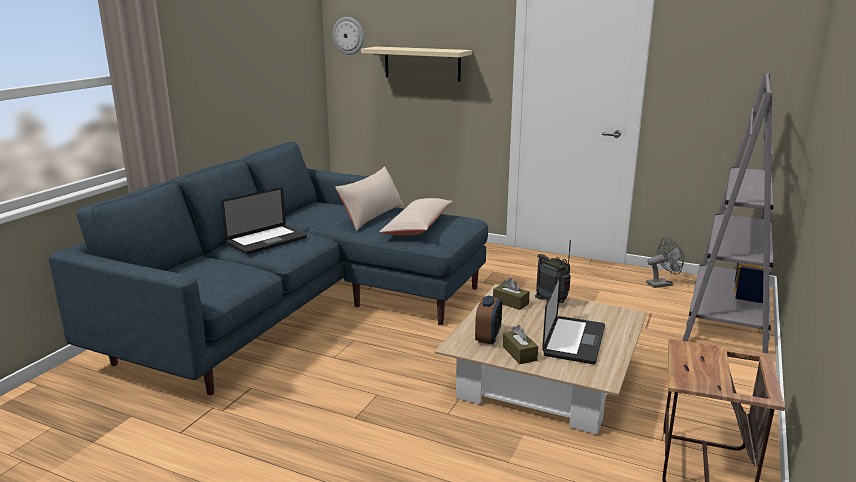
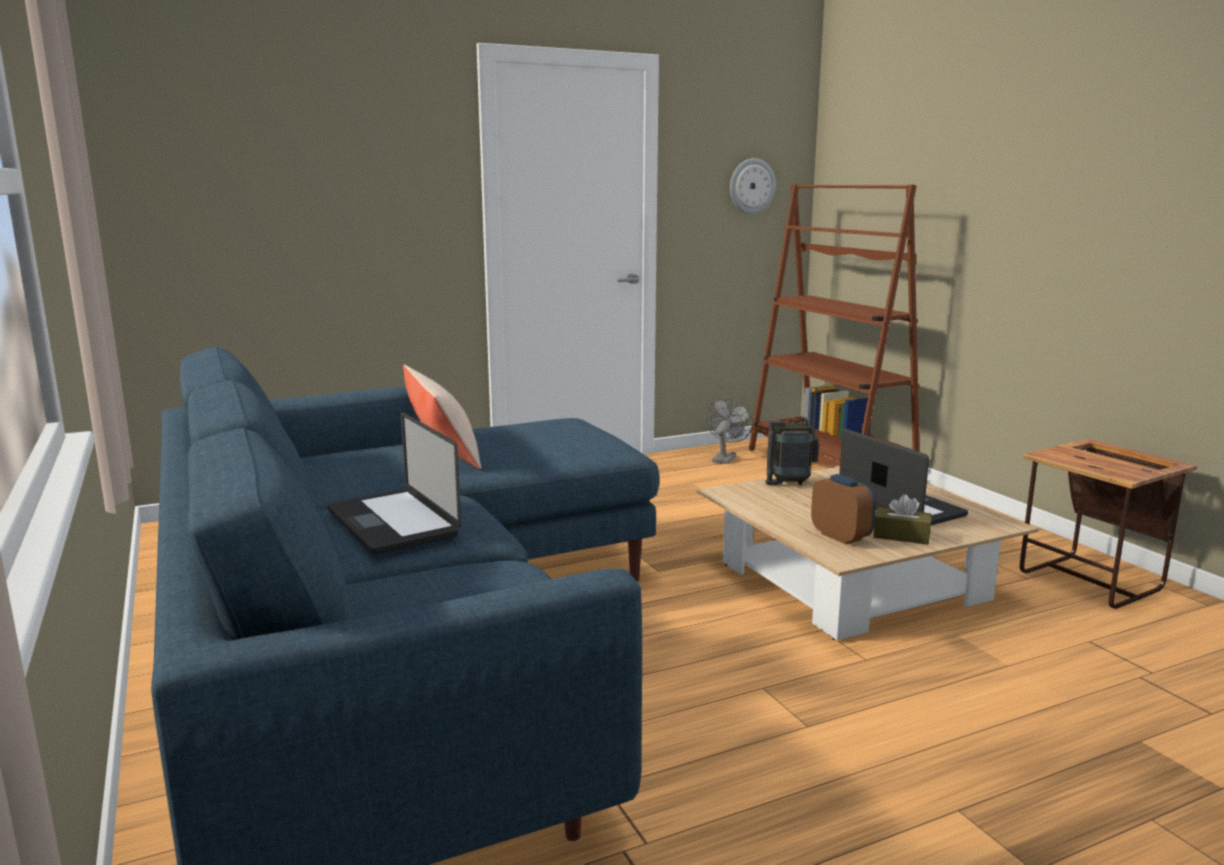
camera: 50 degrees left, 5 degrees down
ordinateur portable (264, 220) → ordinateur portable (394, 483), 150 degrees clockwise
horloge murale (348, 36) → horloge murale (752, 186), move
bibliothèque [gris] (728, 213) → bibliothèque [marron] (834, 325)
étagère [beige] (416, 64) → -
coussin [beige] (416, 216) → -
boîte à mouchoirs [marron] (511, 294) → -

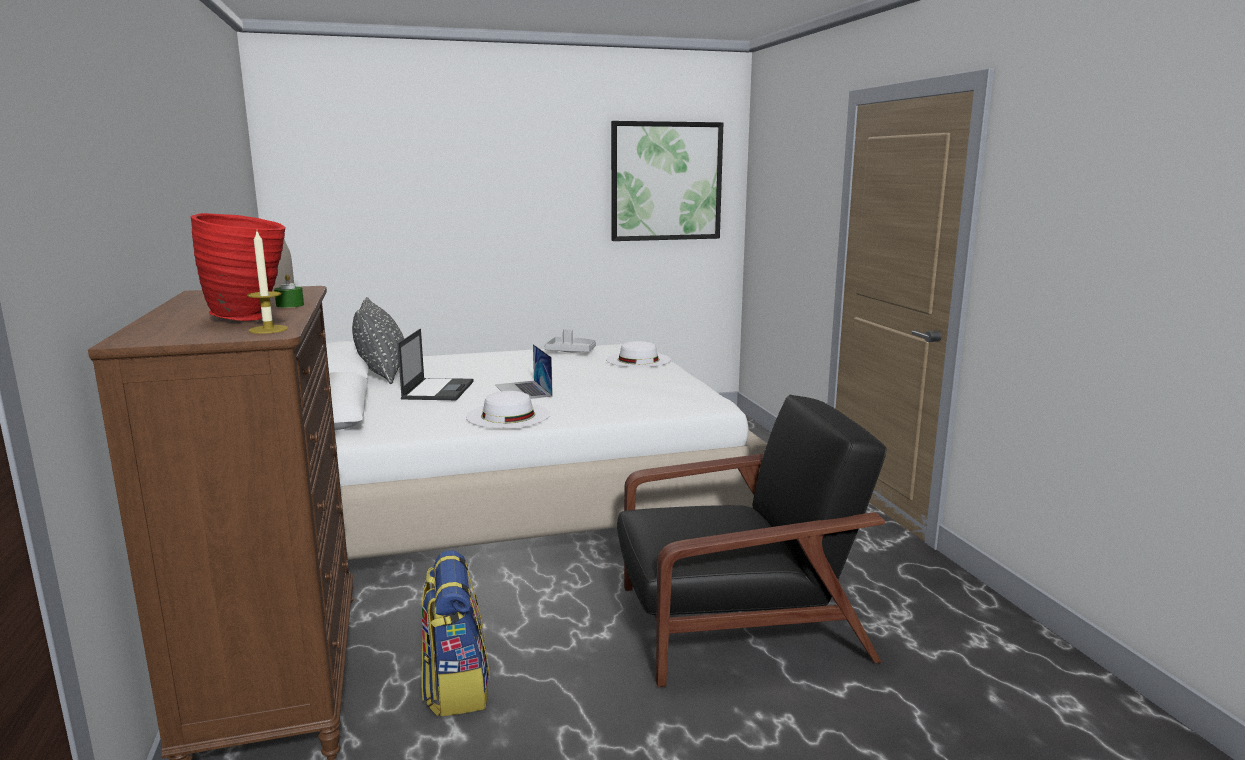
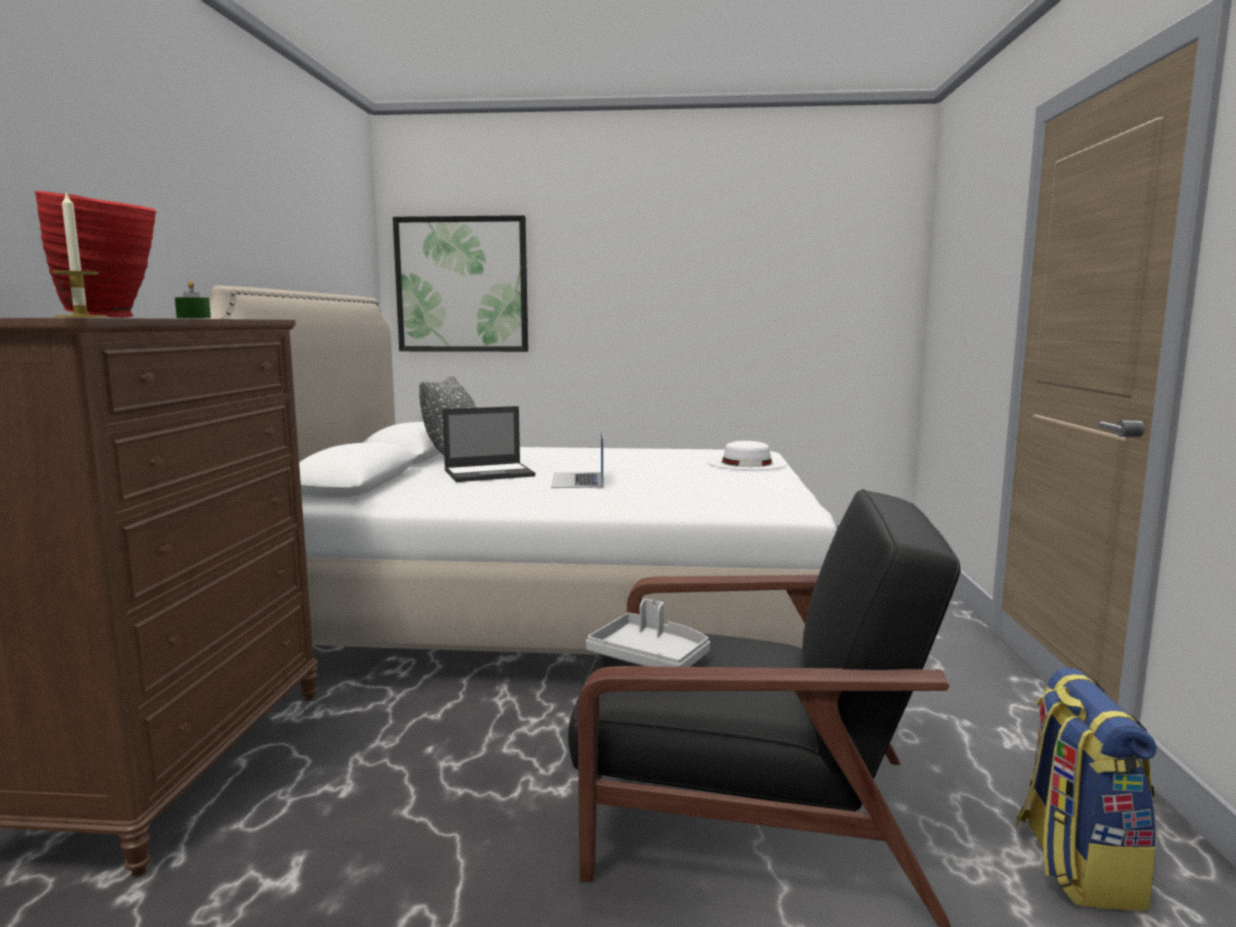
camera: 20 degrees right, 5 degrees down
tableau (667, 181) → tableau (460, 283), move
ordinateur portable (435, 364) → ordinateur portable (489, 444), 45 degrees clockwise
plateau [gris] (570, 340) → plateau [gris] (648, 633), move
sac à dos (455, 633) → sac à dos (1085, 789), move
chapeau [blanc] (508, 409) → -

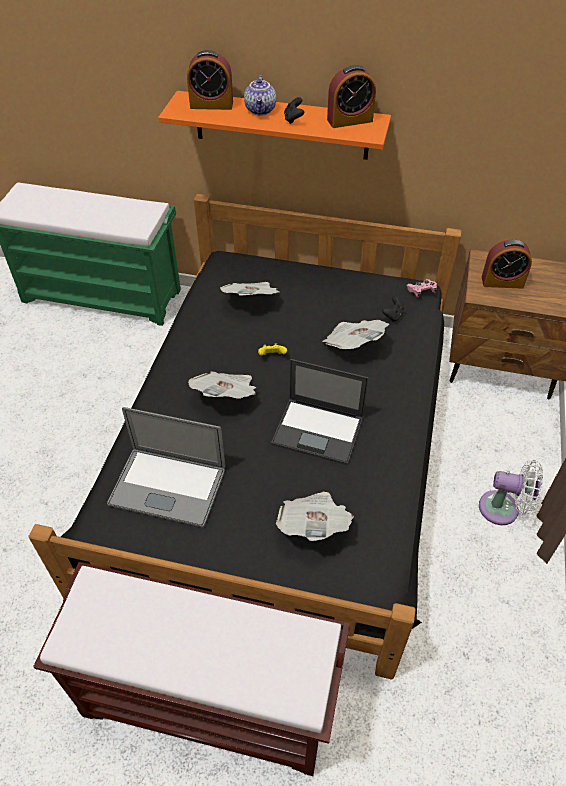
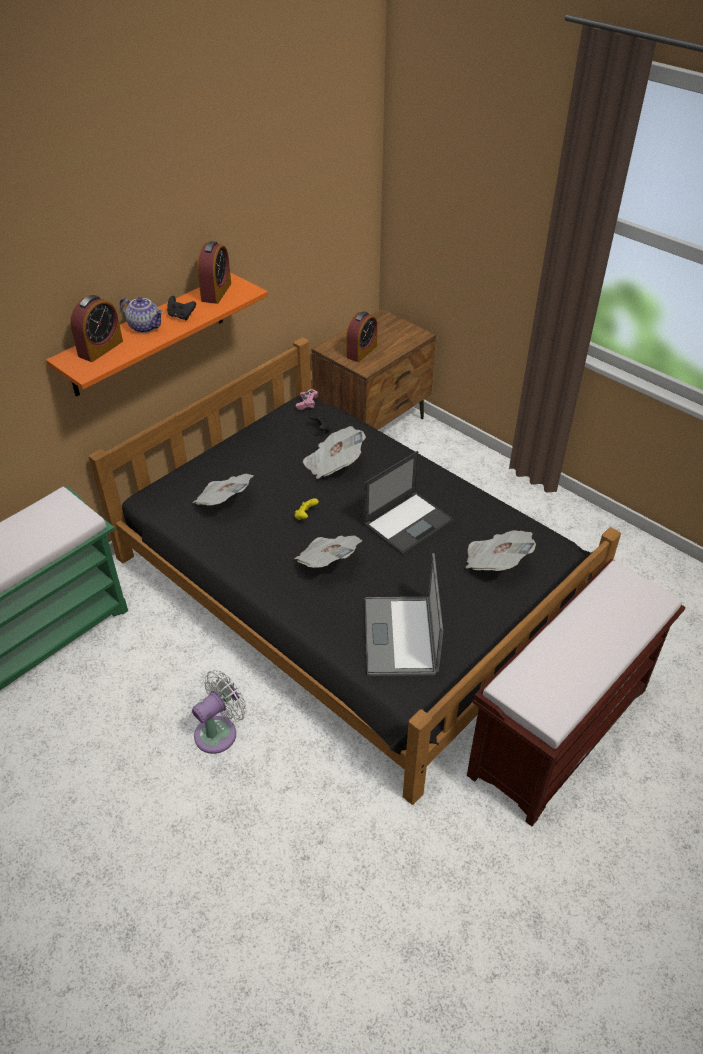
camera: 60 degrees left, 5 degrees down
ventilateur [blanc] (511, 492) → ventilateur [blanc] (219, 712), move
ordinateur portable (166, 467) → ordinateur portable (404, 614), 135 degrees clockwise

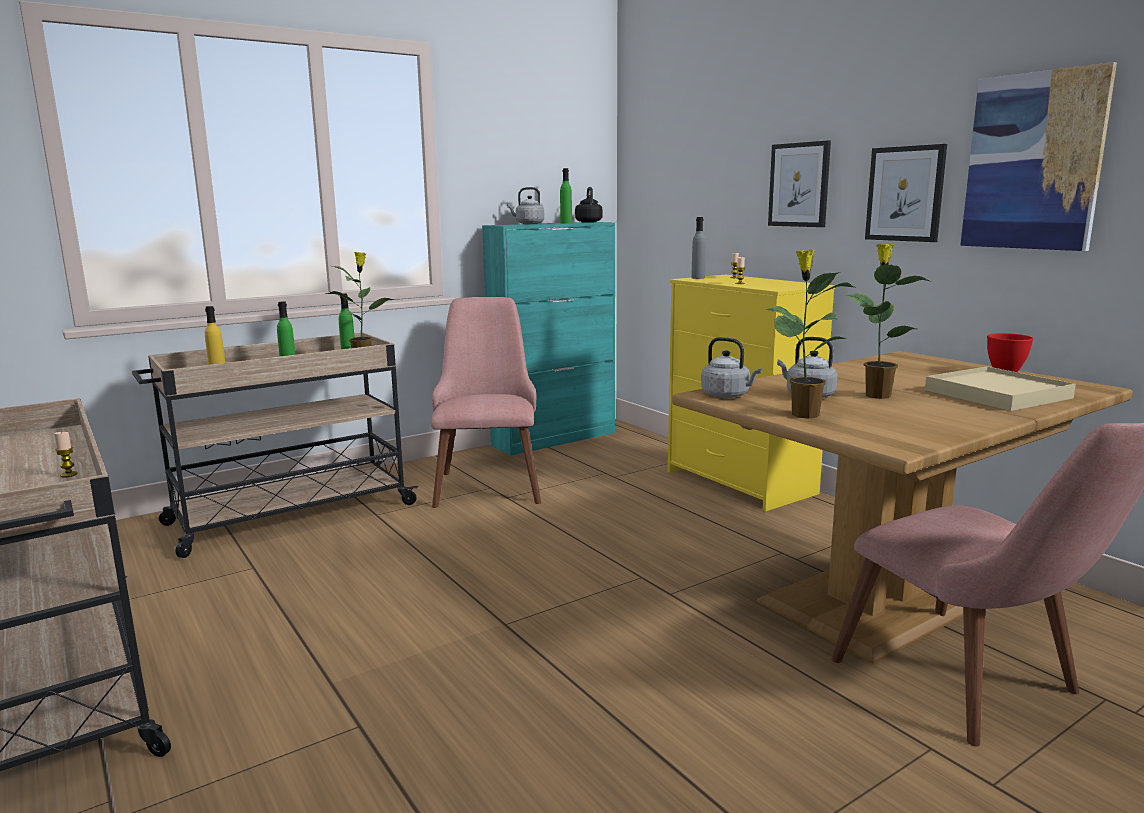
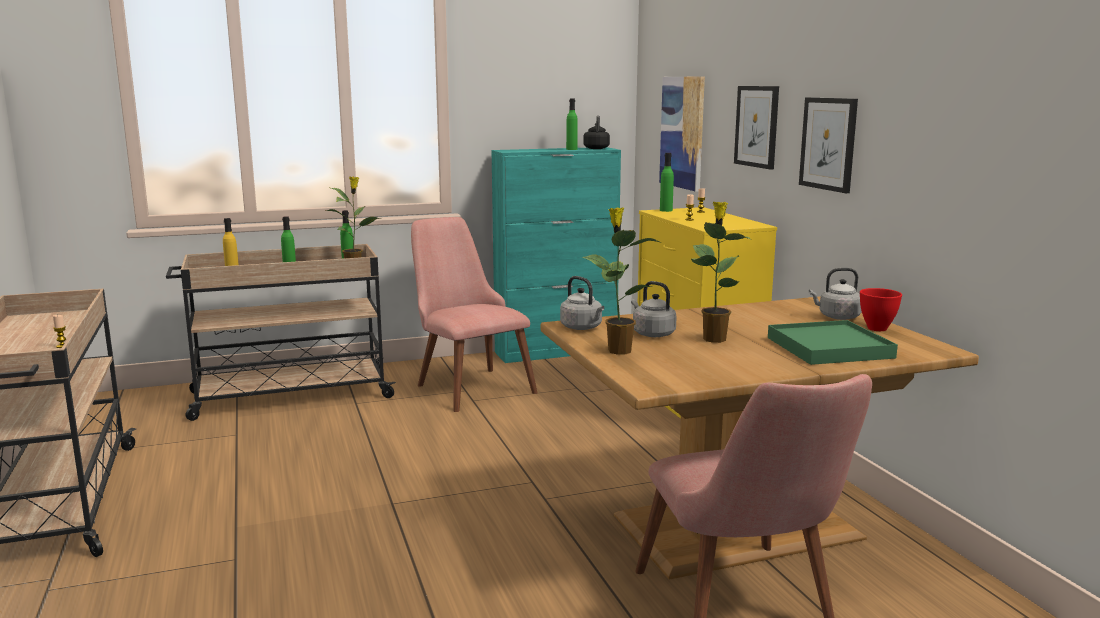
camera: 15 degrees right, 0 degrees up
chaise [rose] (486, 402) → chaise [rose] (474, 314), 45 degrees counterclockwise
tableau (1038, 156) → tableau (682, 134), move
bouteille [gris] (698, 248) → bouteille [vert] (667, 182)
plateau [beige] (1000, 388) → plateau [vert] (833, 342)
bouilloire [gris] (525, 205) → bouilloire [gris] (835, 294), move

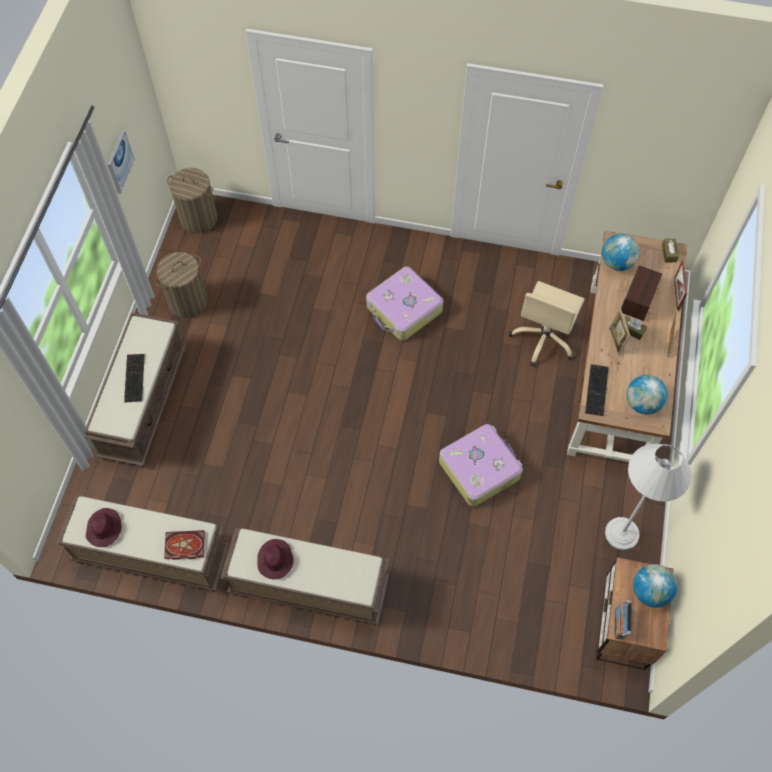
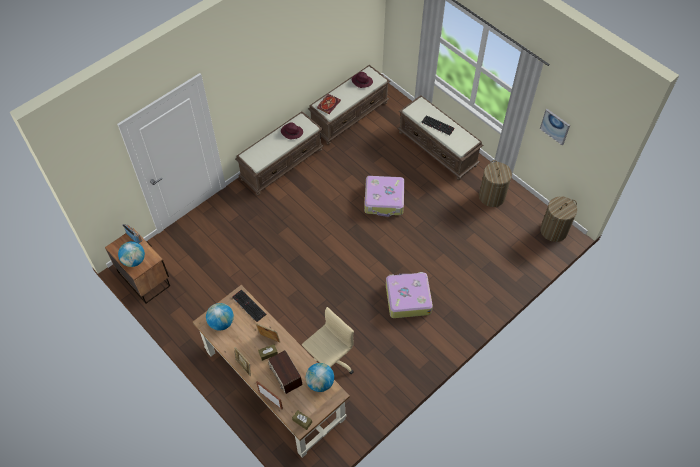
camera: 125 degrees right, 5 degrees down
chaise de bureau [beige] (547, 324) → chaise de bureau [beige] (328, 340), 75 degrees clockwise
valise (481, 465) → valise (384, 196), move
lampadaire [blanc] (648, 497) → -

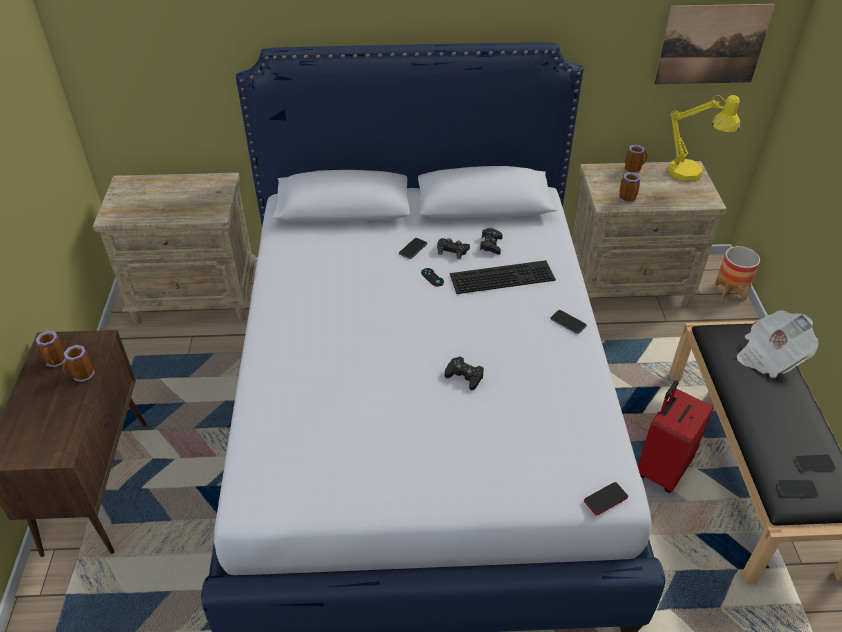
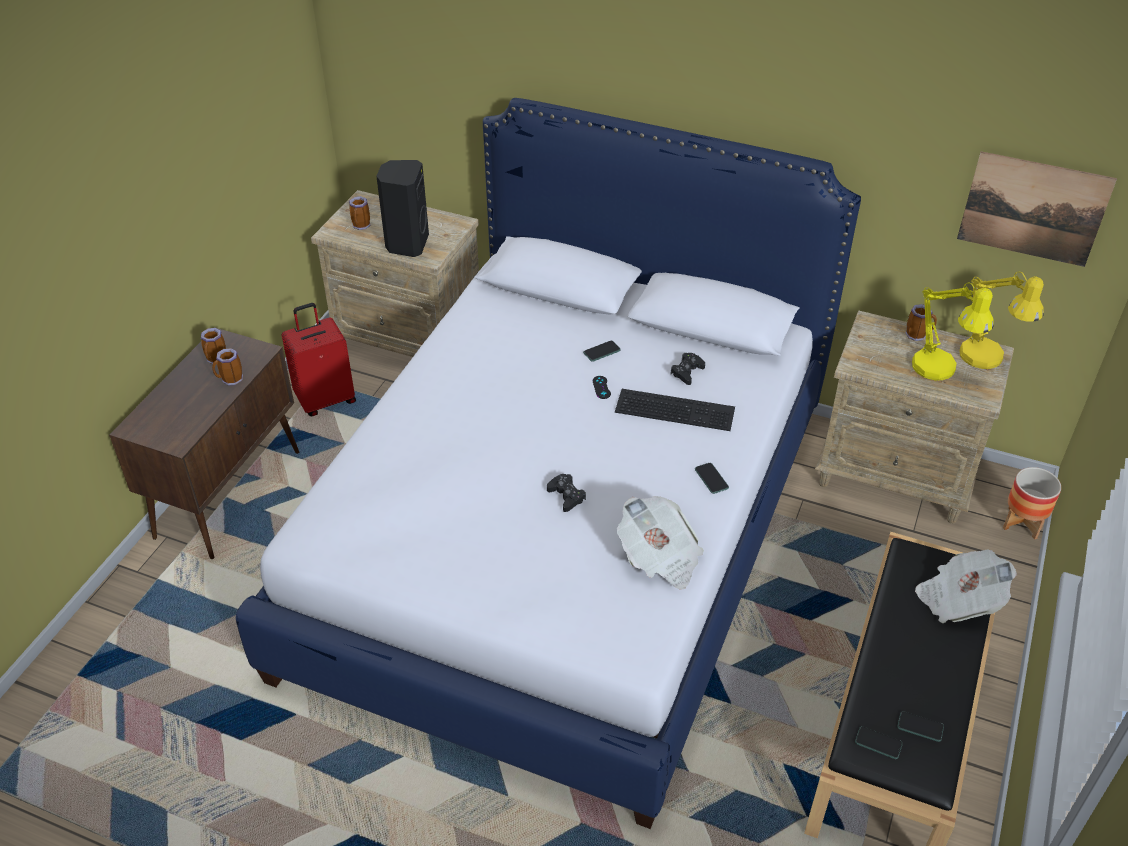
camera: 25 degrees right, 0 degrees up
valise [rouge] (676, 437) → valise [rouge] (319, 359), move
mug (629, 187) → mug (359, 213), move
- → enceinte [noir] (402, 208)
- → journal (660, 543)
- → lampe de table [jaune] (953, 331)
manette [noir] (453, 248) → -
téléphone (606, 498) → -

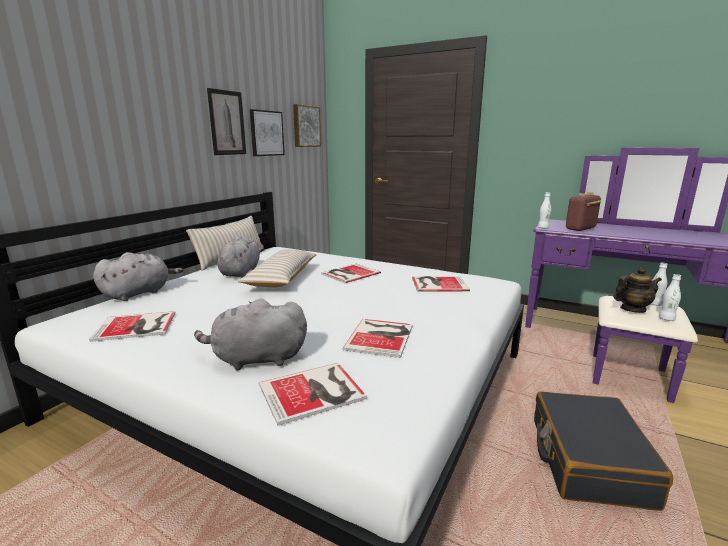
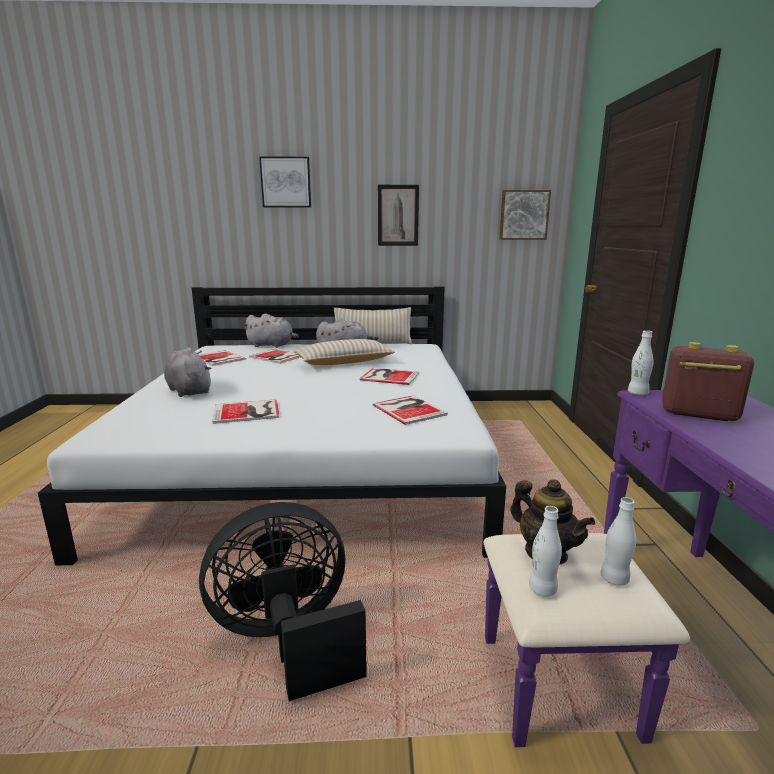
camera: 60 degrees right, 0 degrees up
valise [noir] (603, 451) → ventilateur [noir] (283, 601)
livre (313, 394) → livre (275, 356), move
tableau (267, 132) → tableau (285, 181), move

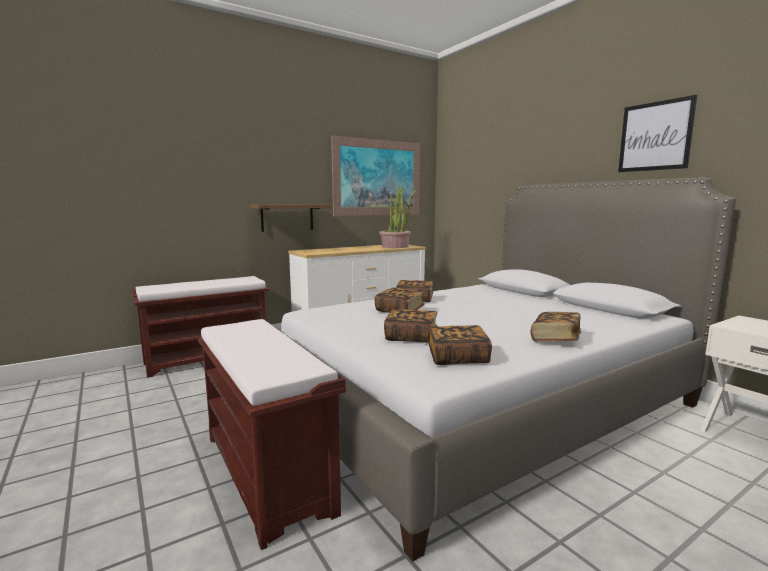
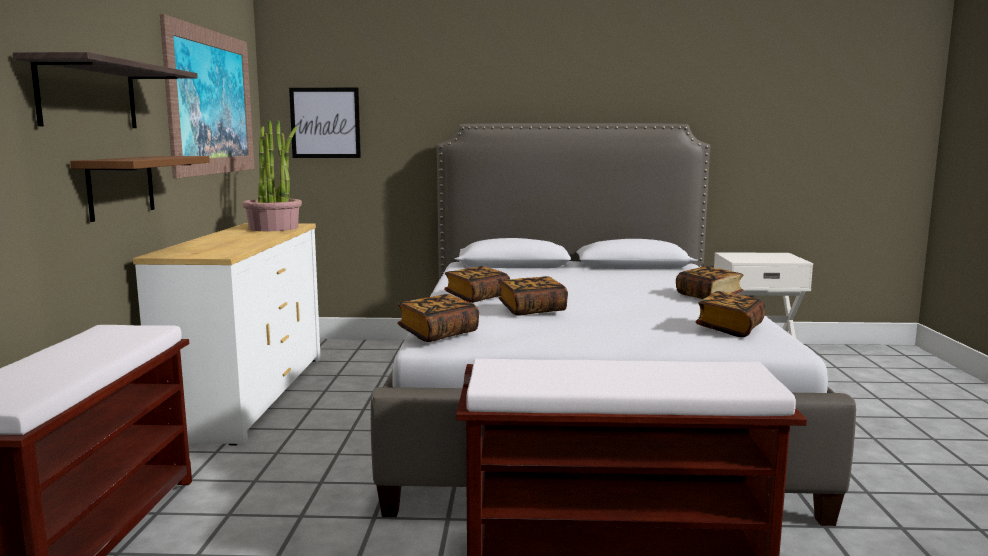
camera: 55 degrees left, 0 degrees up
- → étagère (105, 90)
tableau (657, 133) → tableau (325, 123), move
livre (410, 326) → livre (438, 318), move

